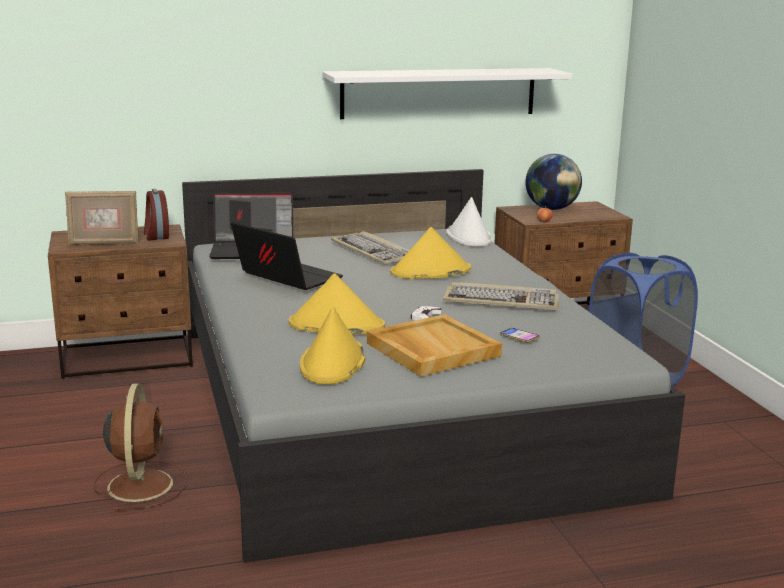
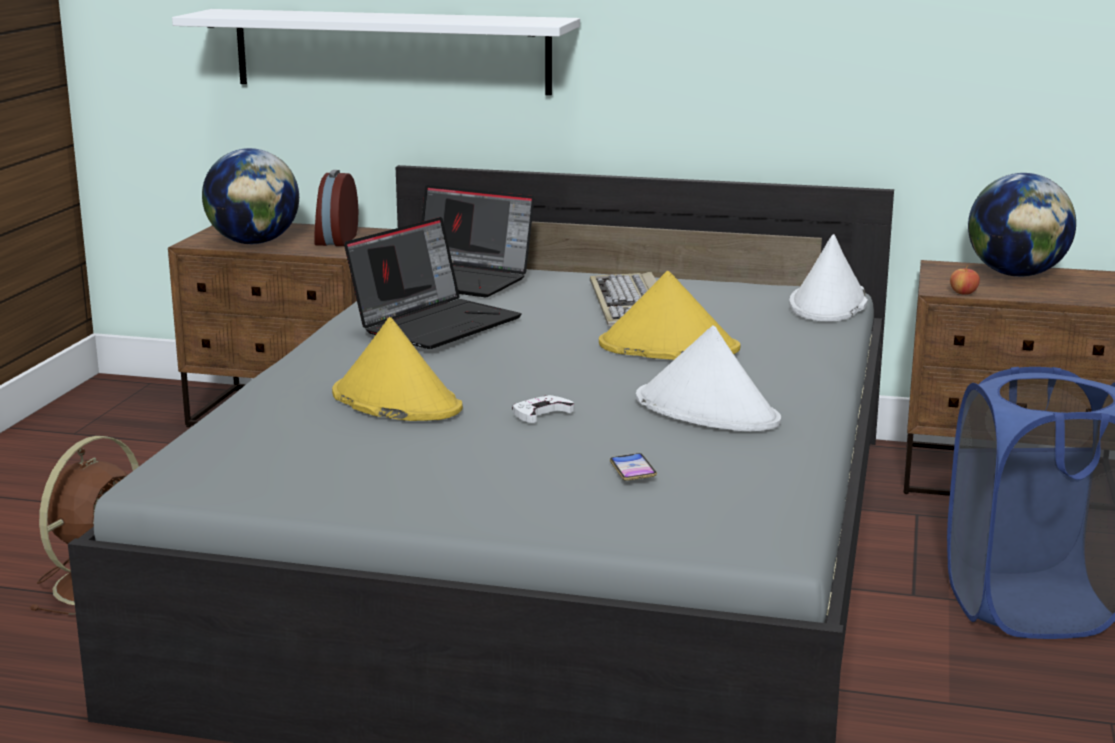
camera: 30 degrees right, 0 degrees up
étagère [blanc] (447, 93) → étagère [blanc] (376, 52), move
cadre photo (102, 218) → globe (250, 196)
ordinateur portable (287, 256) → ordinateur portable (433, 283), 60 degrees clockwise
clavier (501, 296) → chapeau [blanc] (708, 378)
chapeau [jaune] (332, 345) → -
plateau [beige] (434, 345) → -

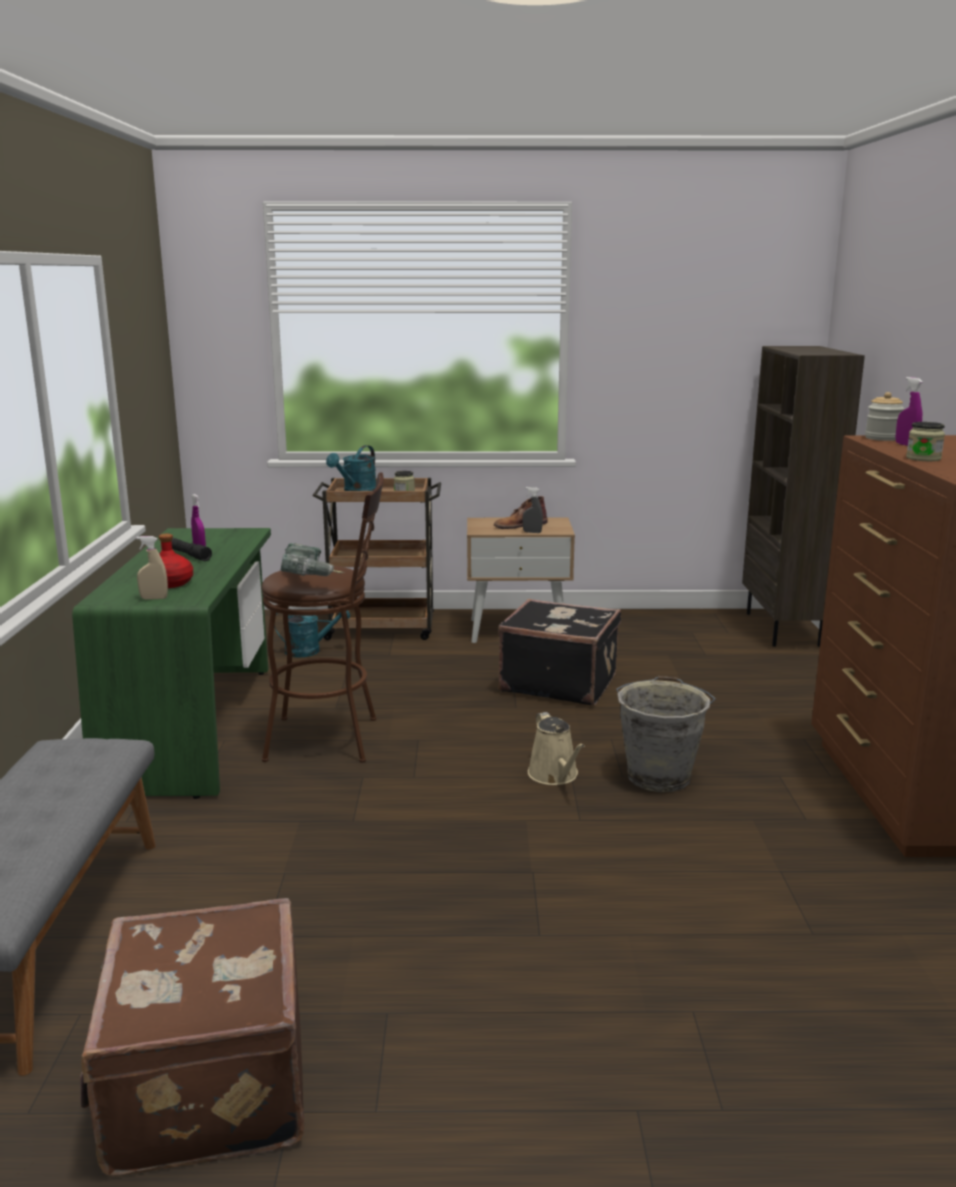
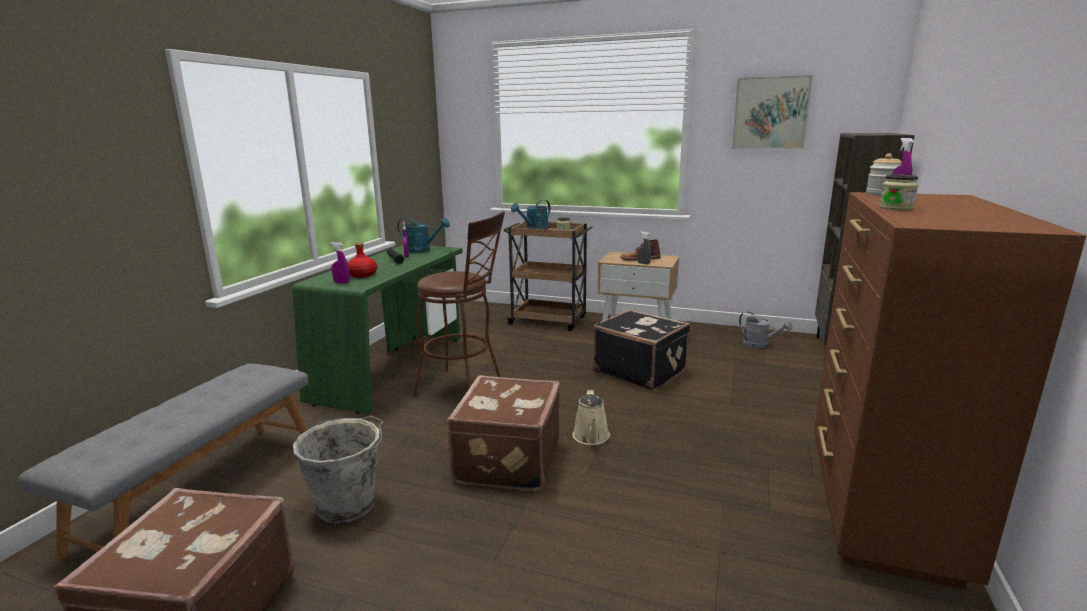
camera: 20 degrees right, 0 degrees up
seau [gris] (666, 734) → seau [gris] (338, 469), move
vaporisateur [beige] (152, 568) → vaporisateur [violet] (340, 263)
arrosoir [turquoise] (312, 633) → arrosoir [turquoise] (423, 235), move
- → valise [marron] (503, 433)
- → tableau (772, 112)
- → arrosoir [gris] (765, 329)
perceuse (312, 559) → -

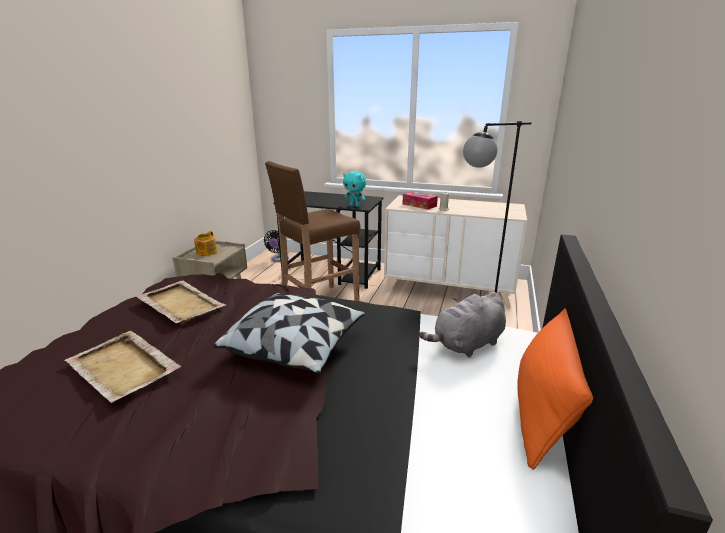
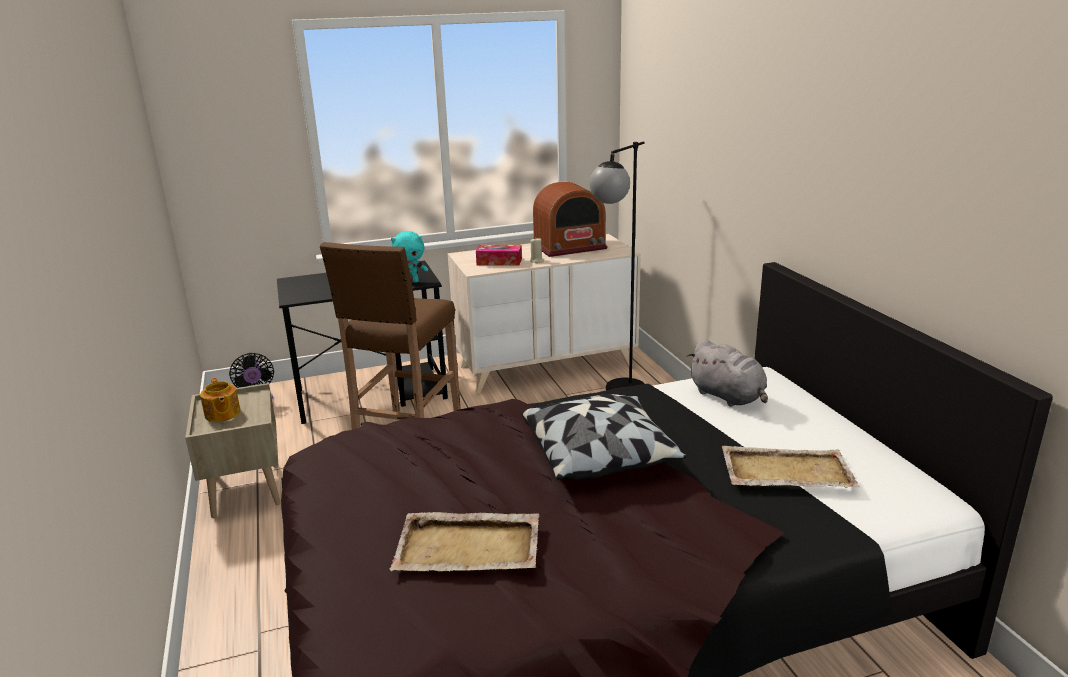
camera: 35 degrees left, 0 degrees up
- → radio (570, 219)
peluche [gris] (462, 324) → peluche [gris] (727, 373), 60 degrees counterclockwise
plateau [beige] (181, 302) → plateau [beige] (791, 466), move
coussin [orange] (555, 389) → -

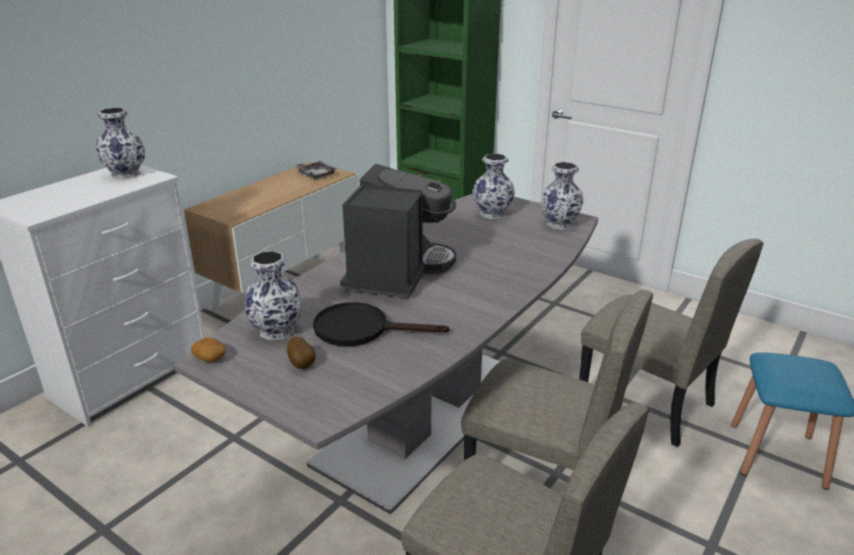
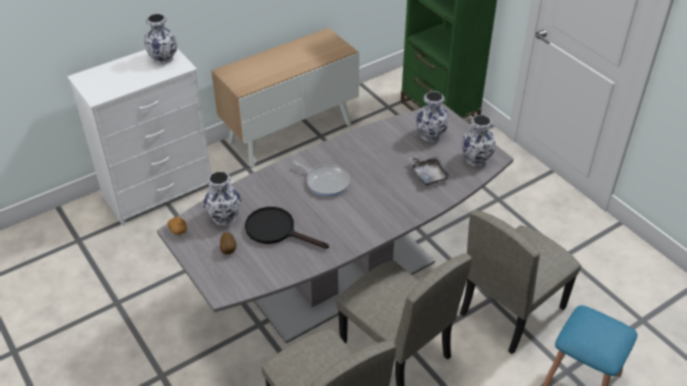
camera: 20 degrees right, 15 degrees up
machine à café (398, 231) → poêle (321, 179)
plateau [gris] (316, 170) → plateau [gris] (430, 171), move
chaise [beige] (671, 343) → chaise [beige] (520, 282), 75 degrees clockwise

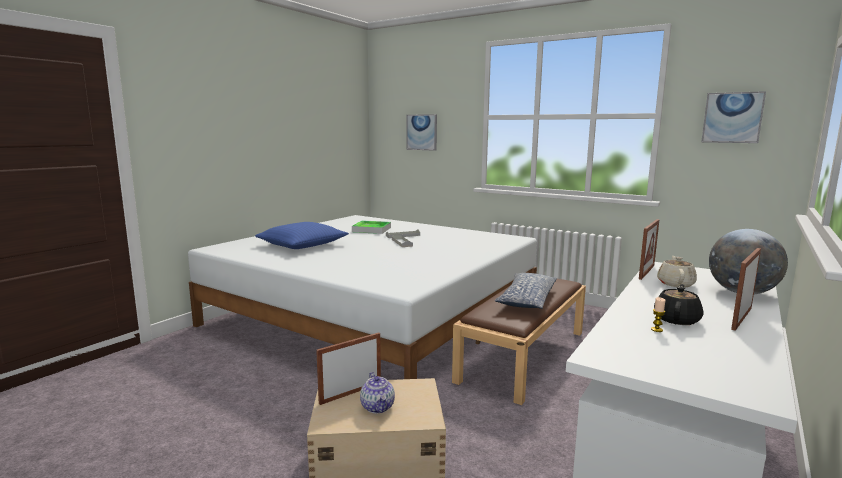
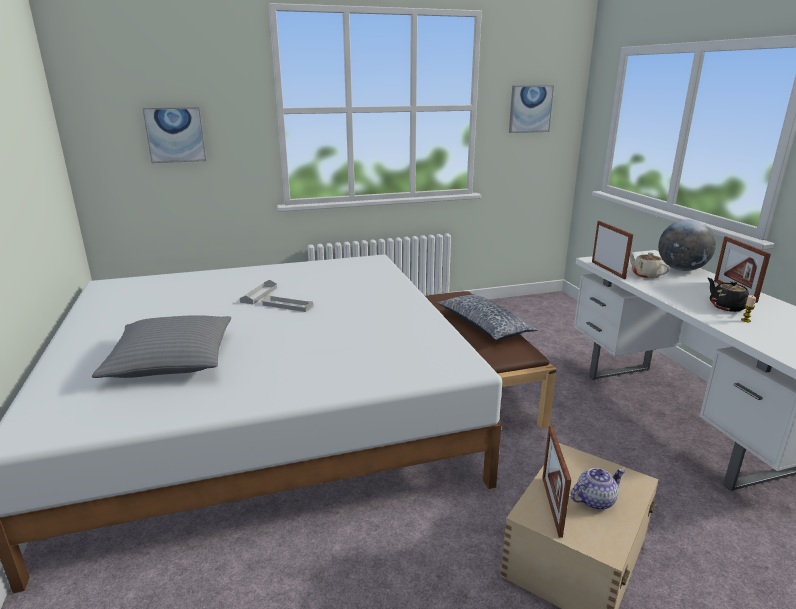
camera: 50 degrees left, 10 degrees up
coussin [bleu] (302, 235) → coussin [gris] (161, 346)
théière (377, 392) → théière (598, 489), 45 degrees counterclockwise
plateau (371, 227) → -

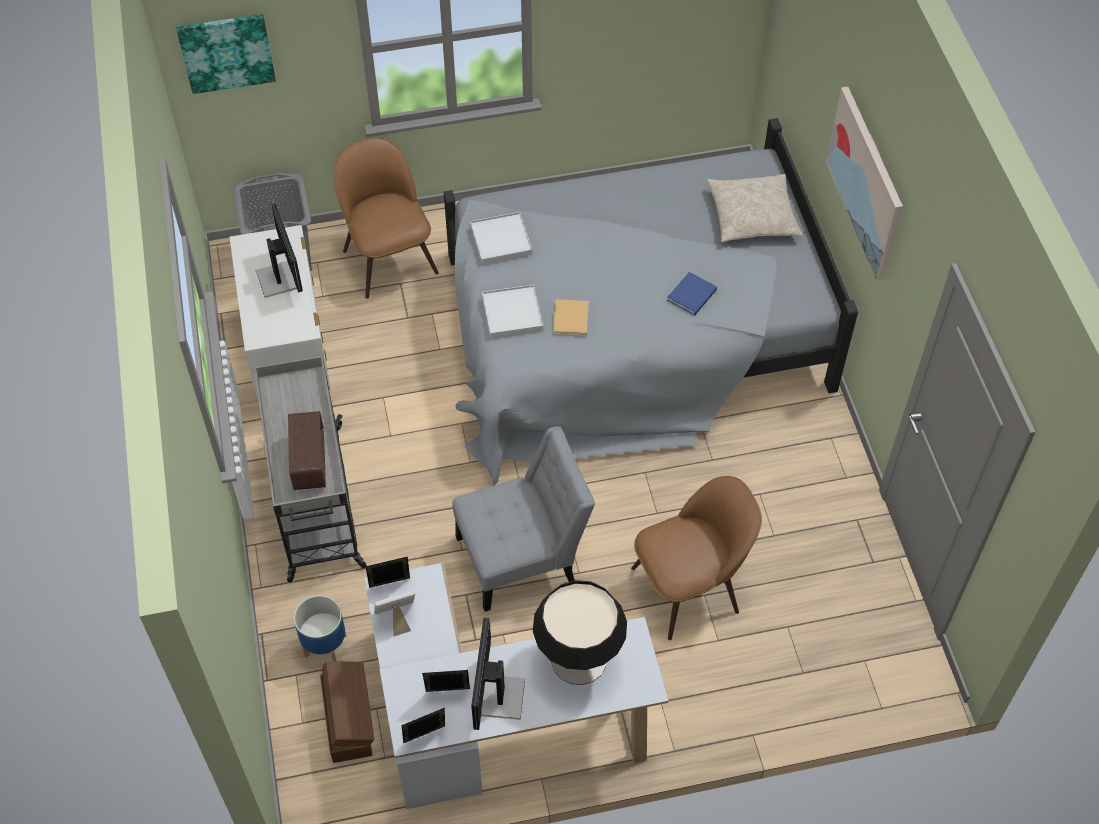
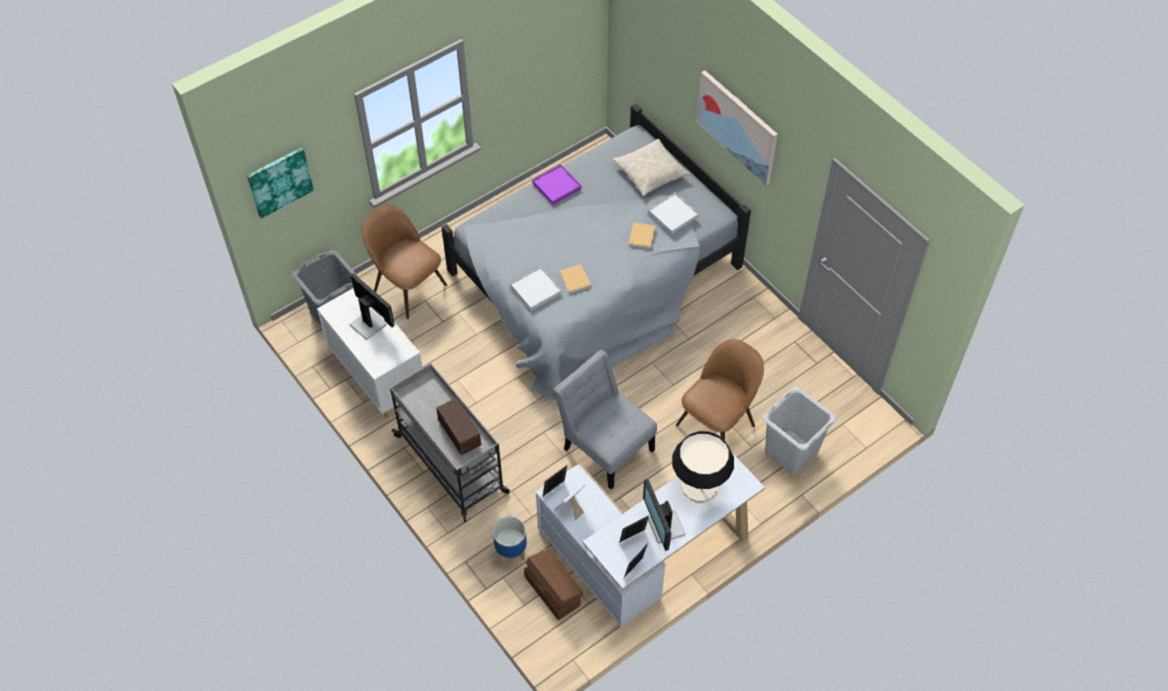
camera: 25 degrees left, 0 degrees up
- → plateau [violet] (556, 184)
chaise [gris] (523, 519) → chaise [gris] (605, 419), 90 degrees counterclockwise
livre [bleu] (692, 293) → livre [beige] (642, 235)
plateau [blanc] (501, 238) → plateau [blanc] (673, 213), move
- → panier à linge [gris] (799, 431)

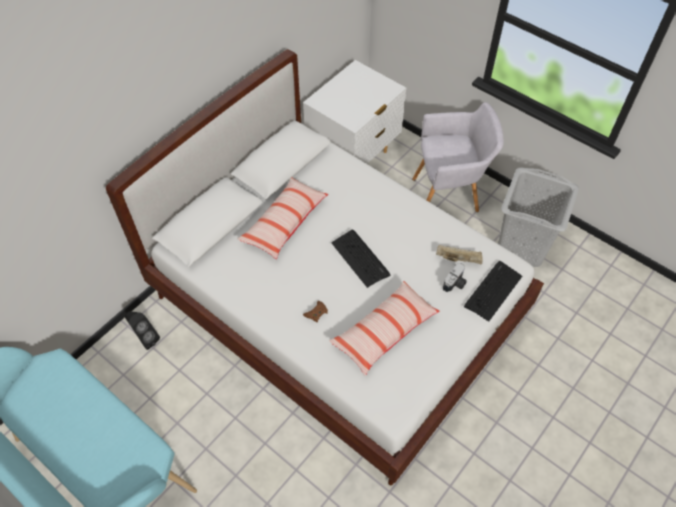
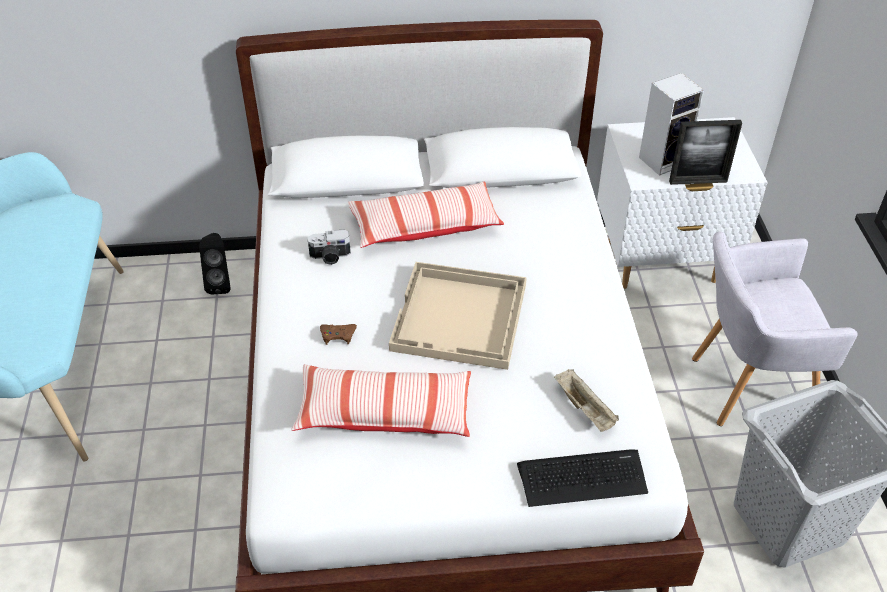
camera: 45 degrees right, 10 degrees down
appareil photo (455, 277) → appareil photo (329, 247), move
clavier (361, 258) → plateau [beige] (458, 316)
- → enceinte (671, 124)
- → cadre photo (705, 152)
fauteuil [gris] (458, 157) → fauteuil [gris] (775, 329), 135 degrees clockwise

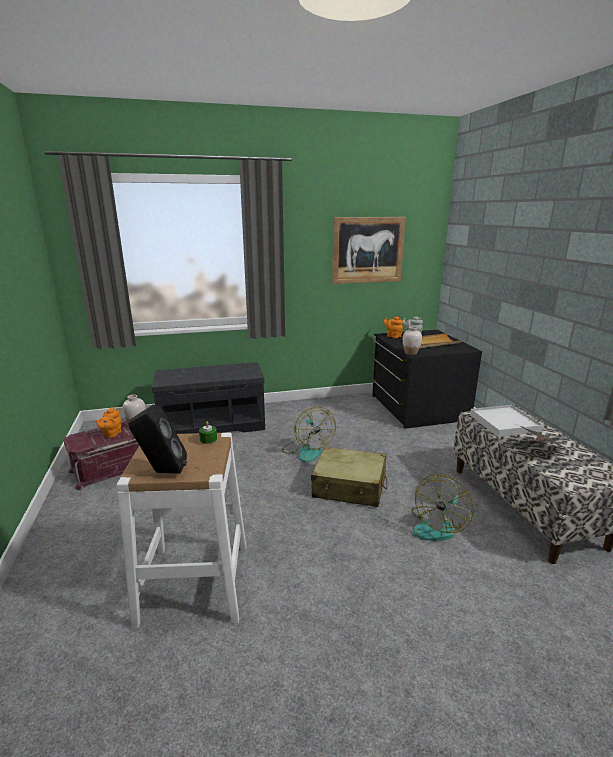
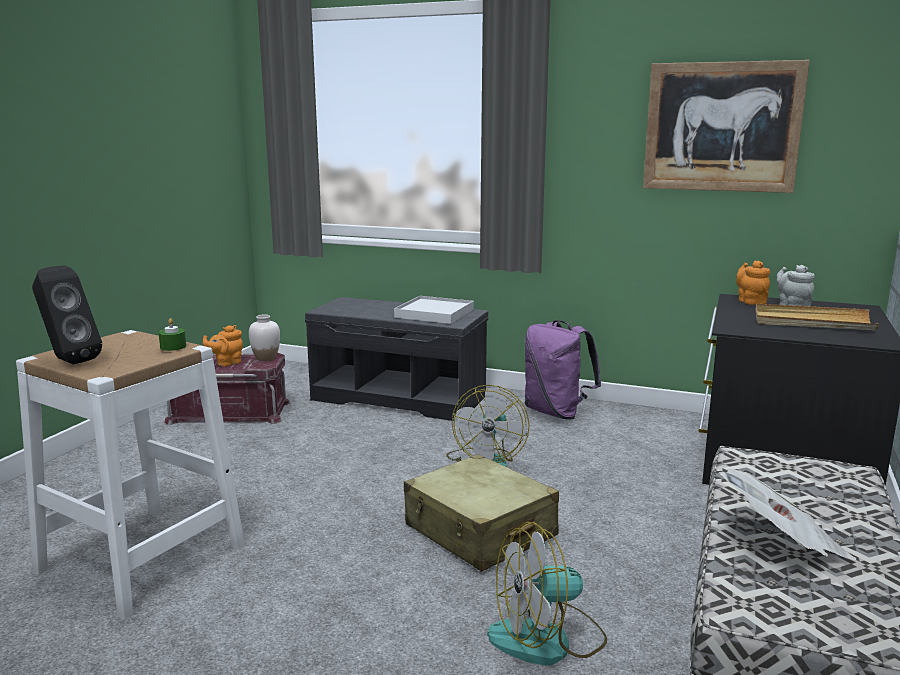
camera: 35 degrees right, 5 degrees down
plateau [blanc] (506, 421) → plateau [blanc] (434, 310), move
- → sac à dos [violet] (563, 370)
vase [blanc] (412, 340) → -

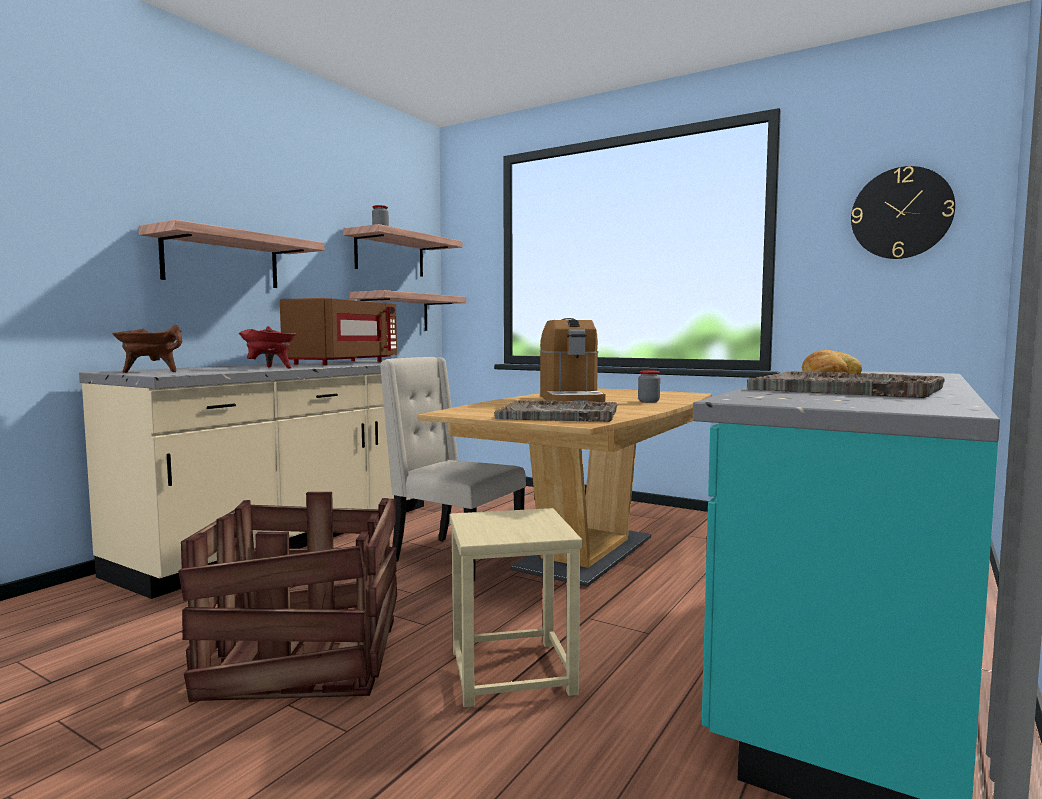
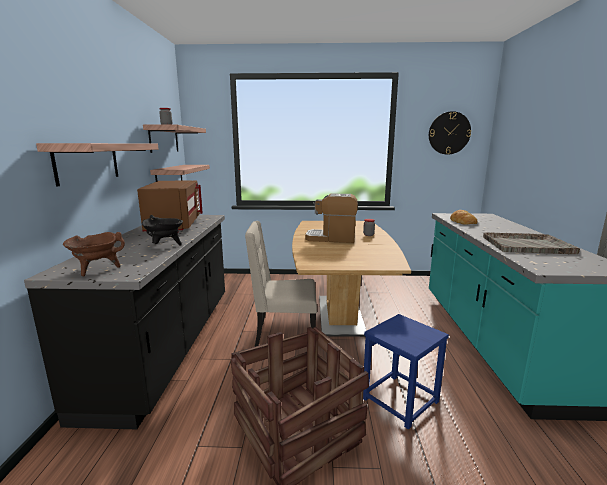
camera: 30 degrees left, 10 degrees up
comptoir de cuisine [beige] (251, 479) → comptoir de cuisine [noir] (124, 322)
marmite [rouge] (268, 347) → marmite [noir] (162, 230)
machine à café (572, 360) → machine à café (331, 218), 135 degrees clockwise
tabouret [beige] (516, 607) → tabouret [bleu] (406, 371)
plateau [gris] (556, 411) → -

